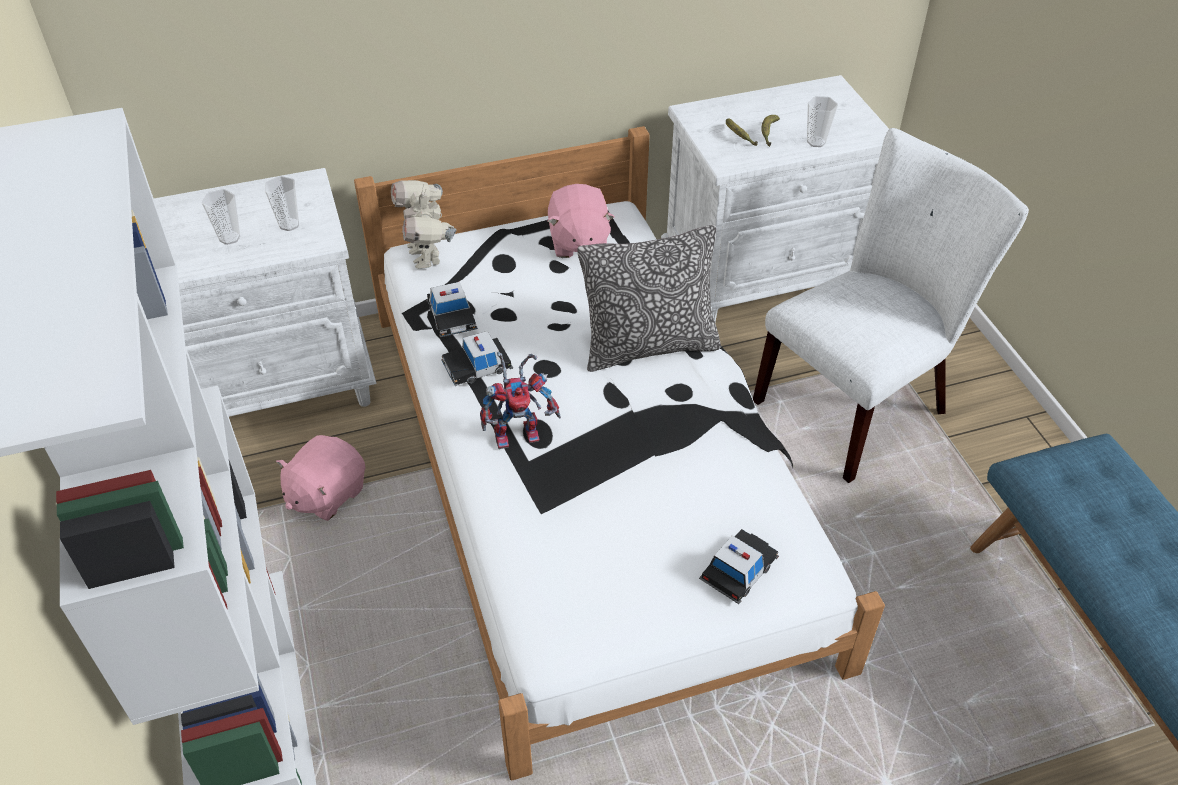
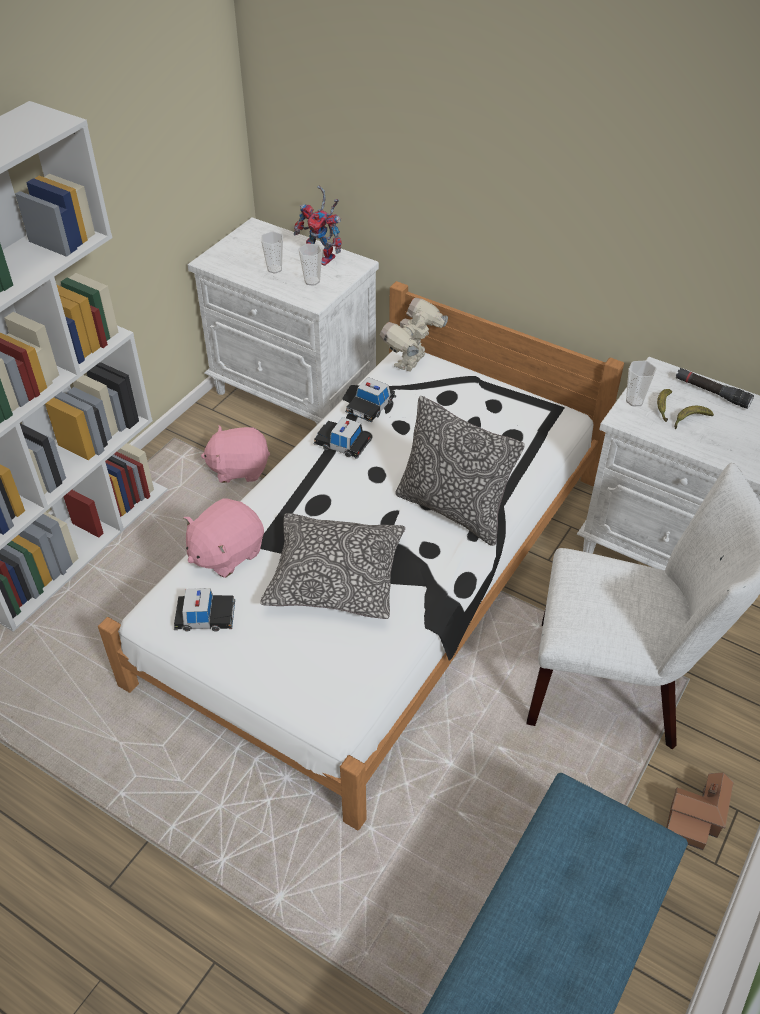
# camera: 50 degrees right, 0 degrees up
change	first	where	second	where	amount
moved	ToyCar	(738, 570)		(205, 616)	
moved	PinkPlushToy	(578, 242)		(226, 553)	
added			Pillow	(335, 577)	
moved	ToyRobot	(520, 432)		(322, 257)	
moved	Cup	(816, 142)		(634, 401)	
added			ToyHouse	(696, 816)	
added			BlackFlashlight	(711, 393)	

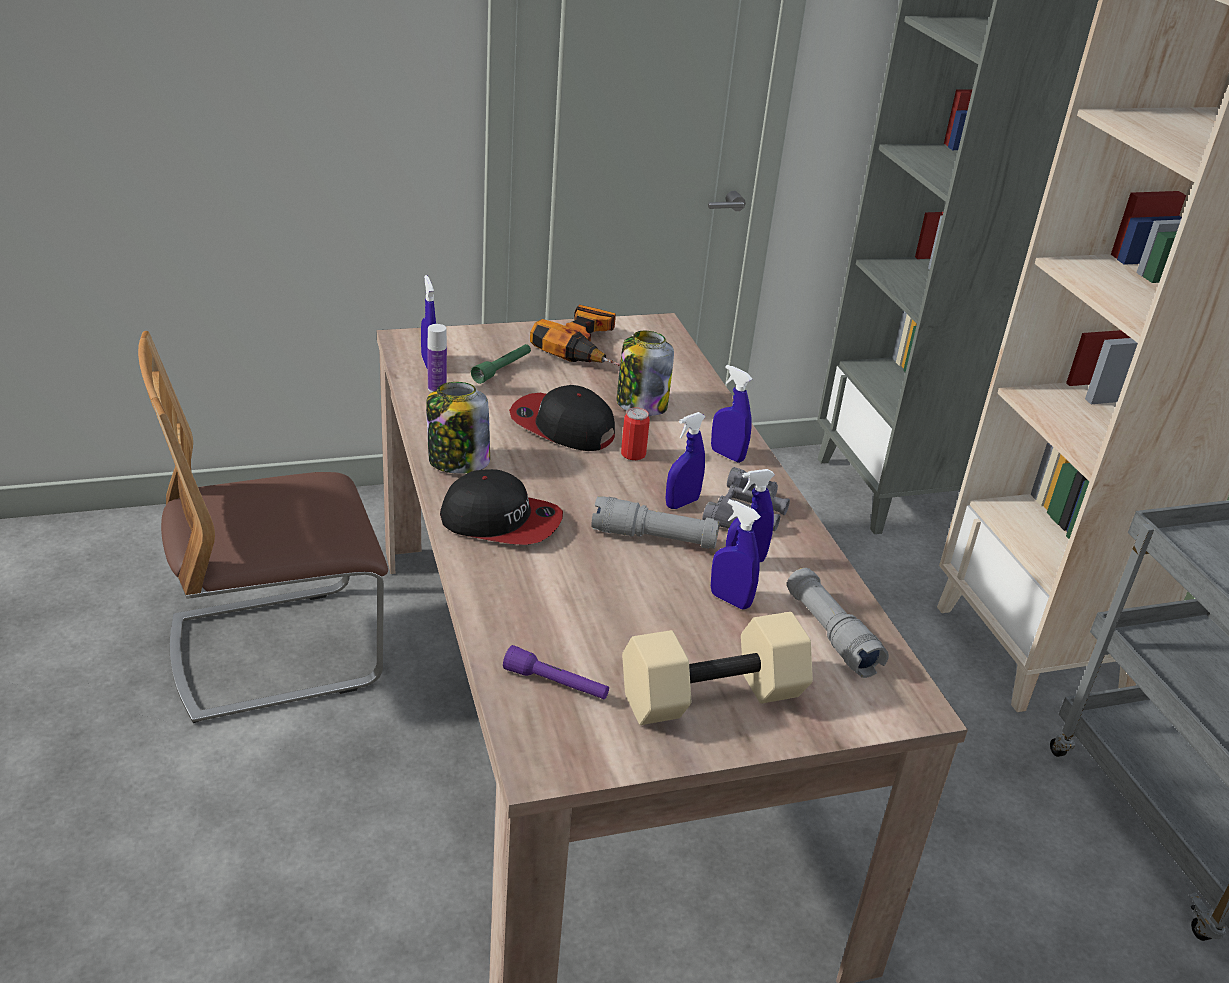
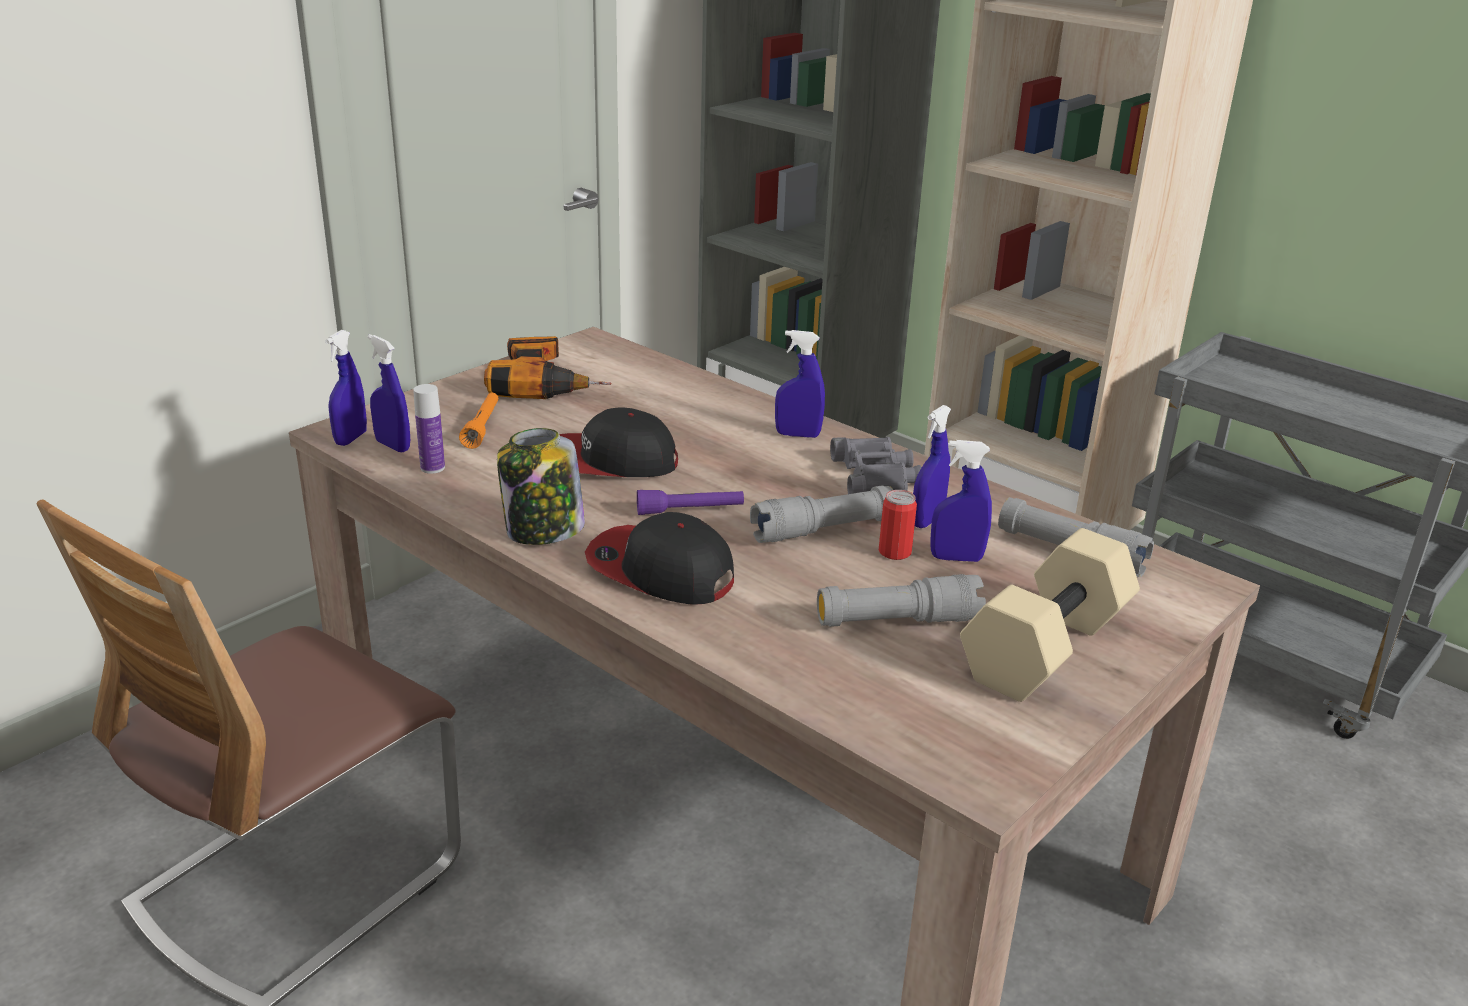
# camera: 30 degrees left, 5 degrees down
change	first	where	second	where	amount
moved	BlueSprayBottle	(682, 503)		(351, 438)	
recoloured	GreenFlashlight	(502, 369)	OrangeFlashlight	(482, 427)	
turned	Cap	(501, 521)		(660, 570)	135 degrees counterclockwise
moved	PurpleFlashlight	(556, 684)		(690, 511)	
added			GreyFlashlight	(898, 621)	
moved	Can	(633, 454)		(895, 552)	
removed	Jar	(641, 404)			

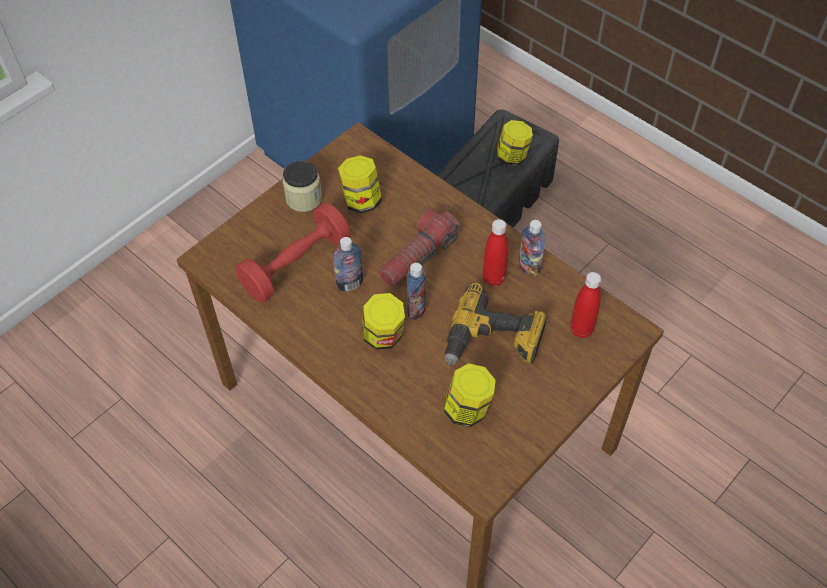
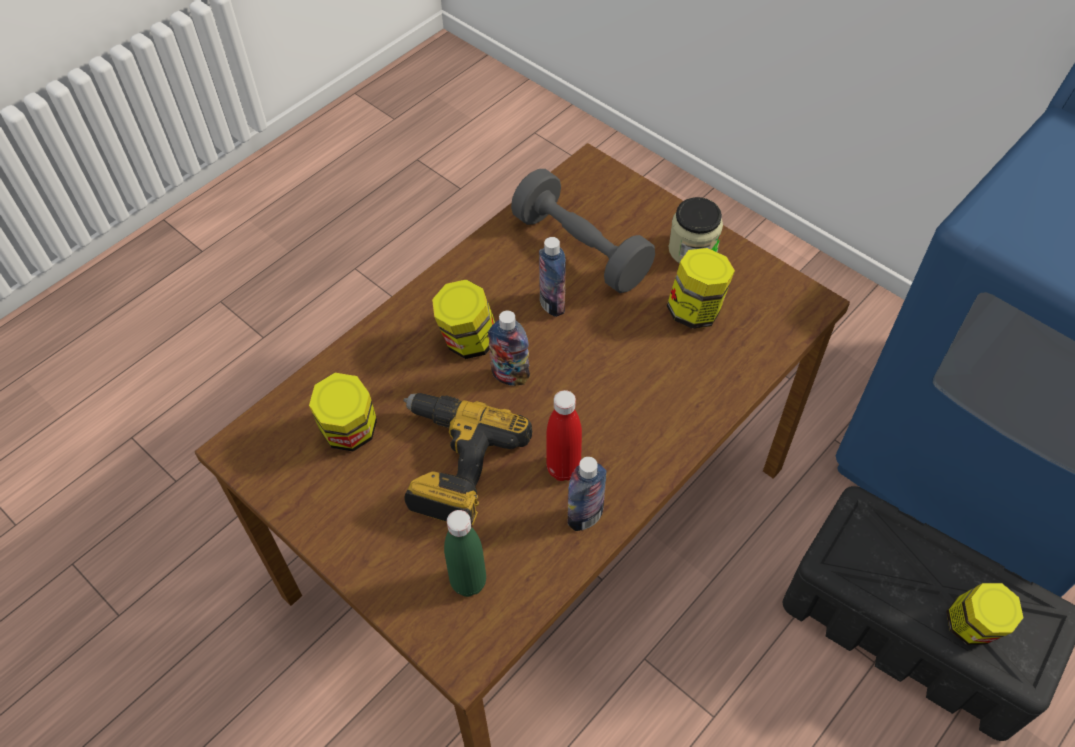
# camera: 90 degrees right, 0 degrees up
change	first	where	second	where	amount
recoloured	RedBottle	(581, 330)	GreenBottle	(468, 582)	
recoloured	RedDumbbell	(296, 265)	GreyDumbbell	(581, 249)	
removed	Flashlight	(418, 256)			

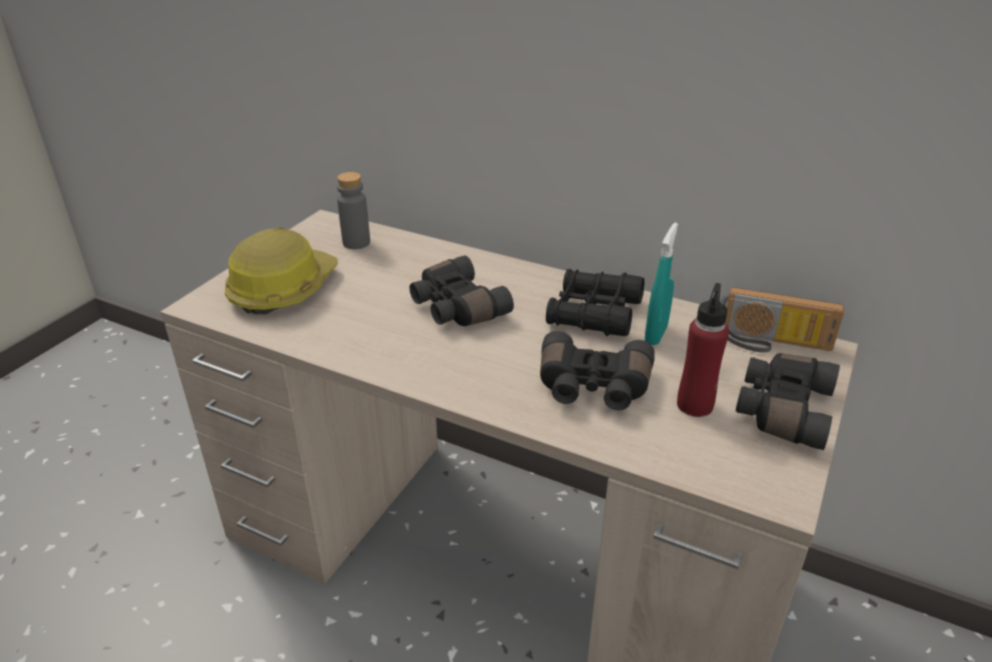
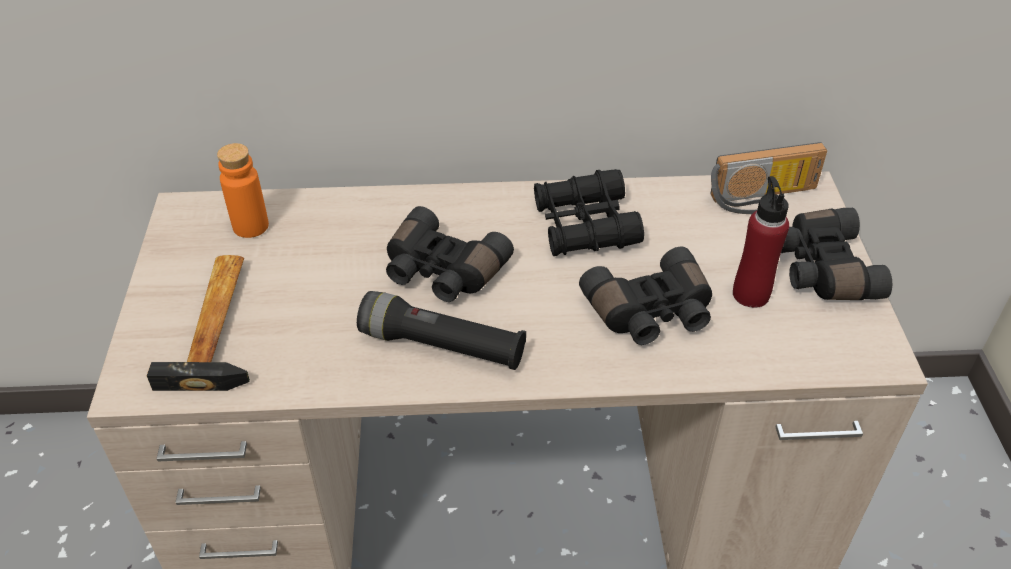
# camera: 30 degrees left, 10 degrees up
change	first	where	second	where	amount
replaced	HardHat	(283, 289)	Hammer	(219, 324)	
recoloured	GreyBottle	(356, 242)	OrangeBottle	(250, 226)	
added			BlackFlashlight	(442, 346)	
removed	TurquoiseSprayBottle	(656, 334)			

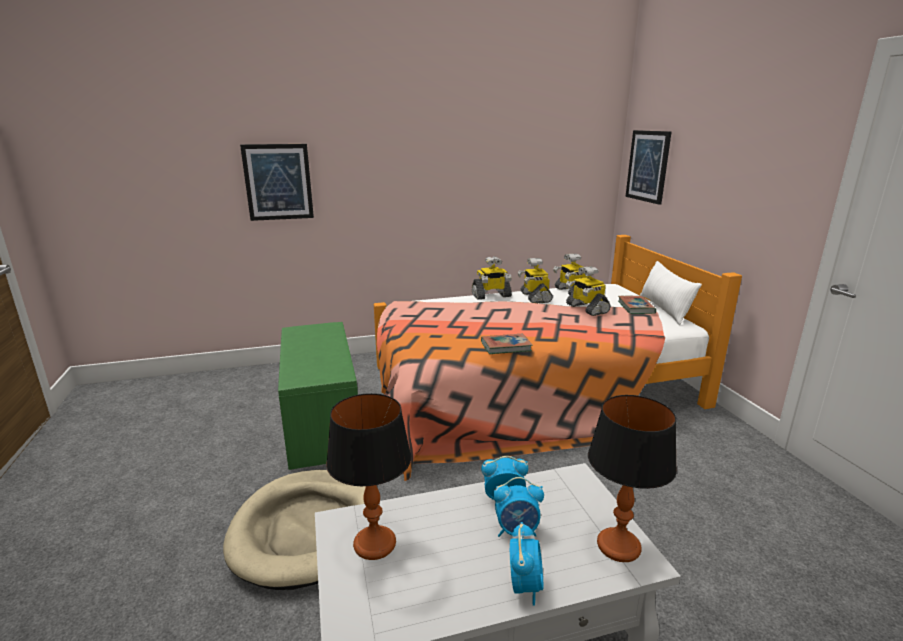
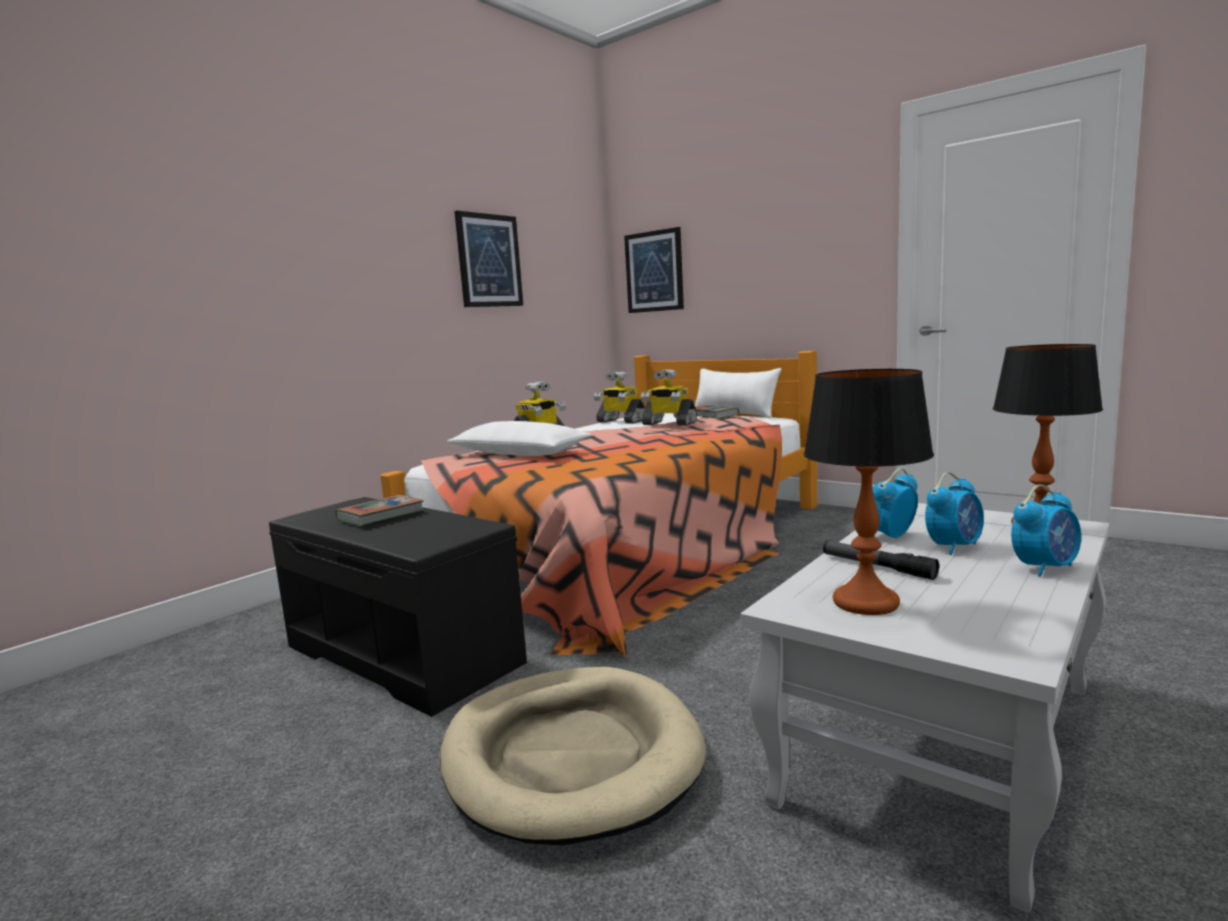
# camera: 35 degrees left, 10 degrees down
change	first	where	second	where	amount
recoloured	GreenBench	(323, 423)	BlackBench	(405, 654)	
moved	Book	(506, 347)		(381, 516)	
added			WhitePillow	(519, 453)	
moved	Picture	(278, 182)		(489, 261)	
added			Flashlight	(877, 567)	
turned	AlarmClock	(525, 586)		(1045, 568)	90 degrees clockwise
removed	ToyRobot	(534, 297)			

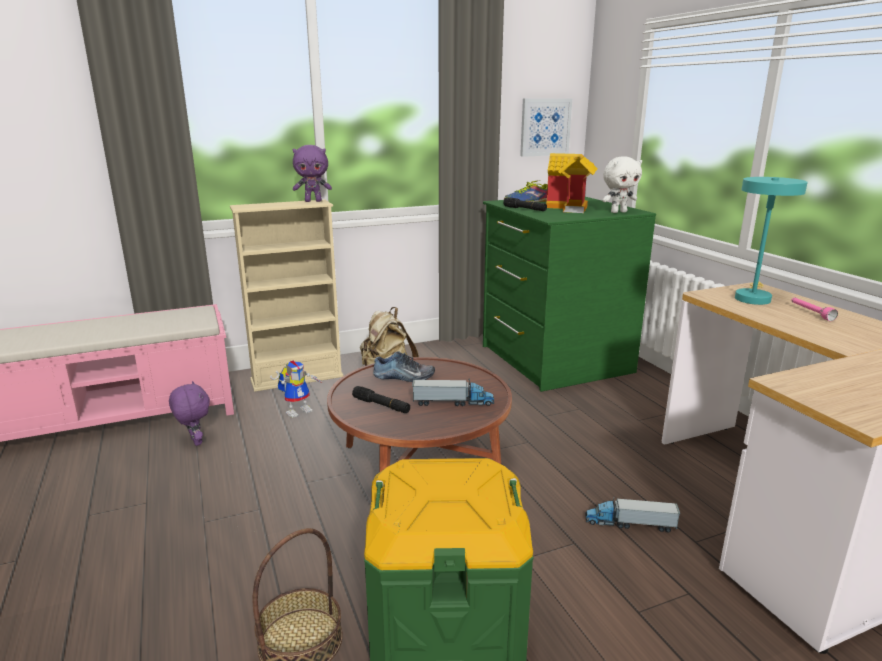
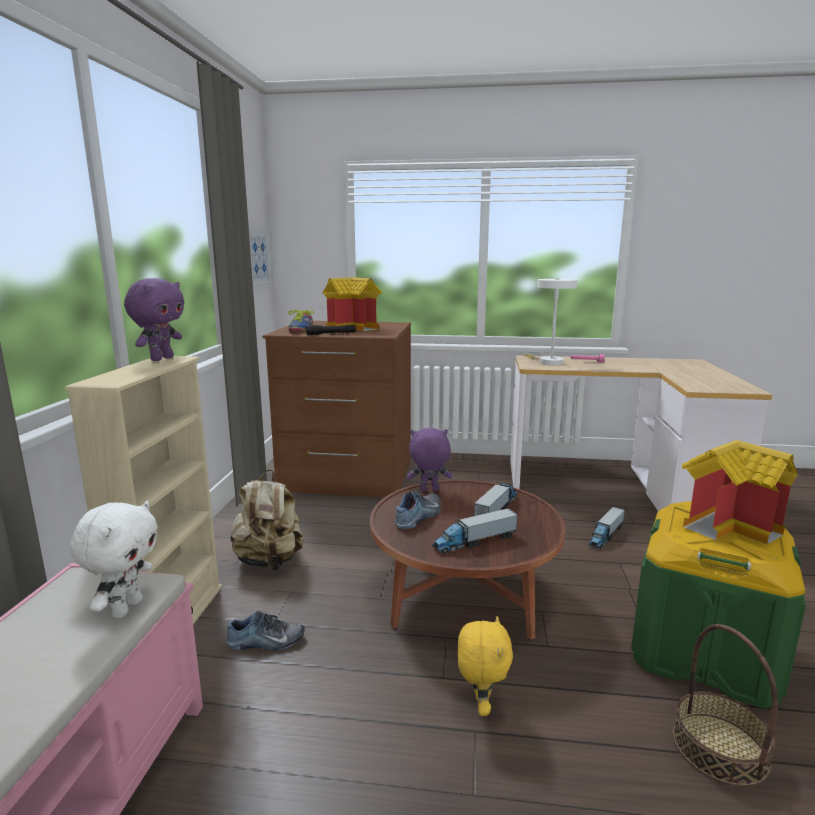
# camera: 60 degrees left, 5 degrees down
change	first	where	second	where	amount
moved	WhitePlushToy	(618, 212)		(126, 608)	
replaced	ToyRobot	(299, 410)	Shoe	(266, 642)	
recoloured	GreenDresser	(553, 359)	BrownDresser	(347, 476)	
moved	PurplePlushToy	(195, 442)		(429, 490)	
replaced	BlackFlashlight	(381, 405)	ToyTruck	(475, 541)	
added			YellowPlushToy	(481, 705)	
recoloured	TurquoiseTableLamp	(752, 297)	WhiteTableLamp	(547, 362)	
added			ToyHouse	(731, 526)	

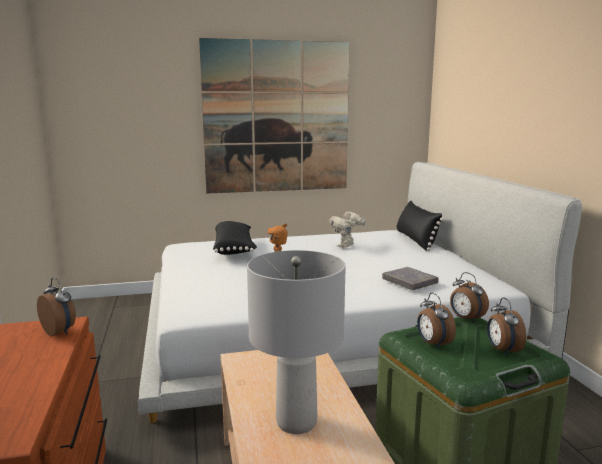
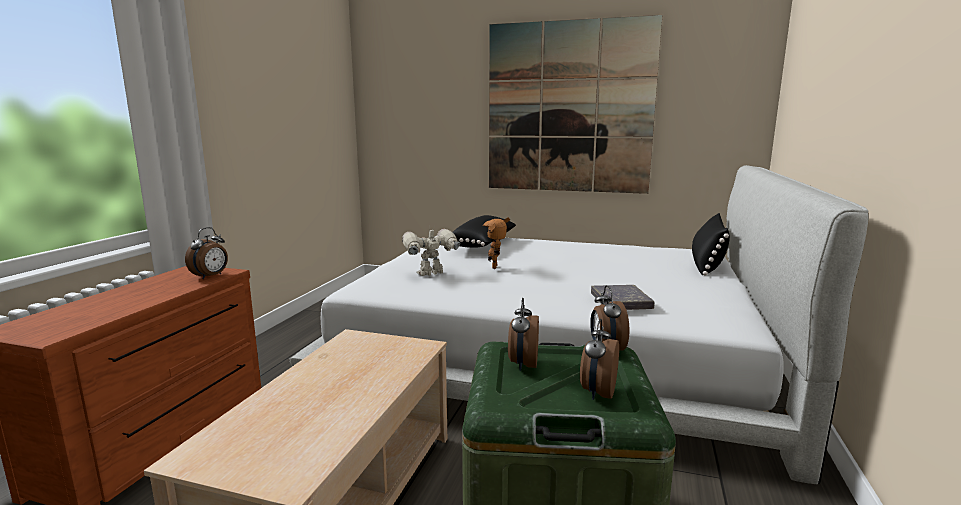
# camera: 30 degrees right, 0 degrees up
change	first	where	second	where	amount
turned	AlarmClock	(60, 332)		(211, 276)	45 degrees clockwise
moved	ToyRobot	(346, 246)		(431, 274)	
removed	GreyTableLamp	(295, 422)			

